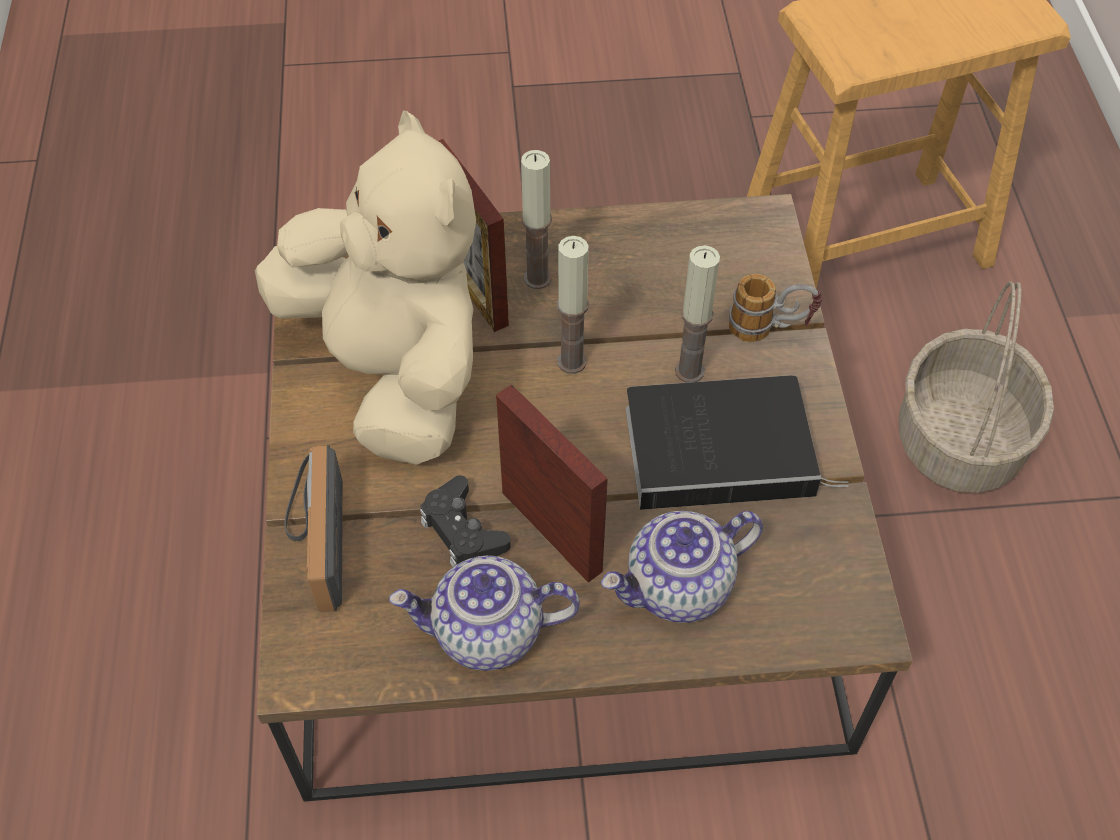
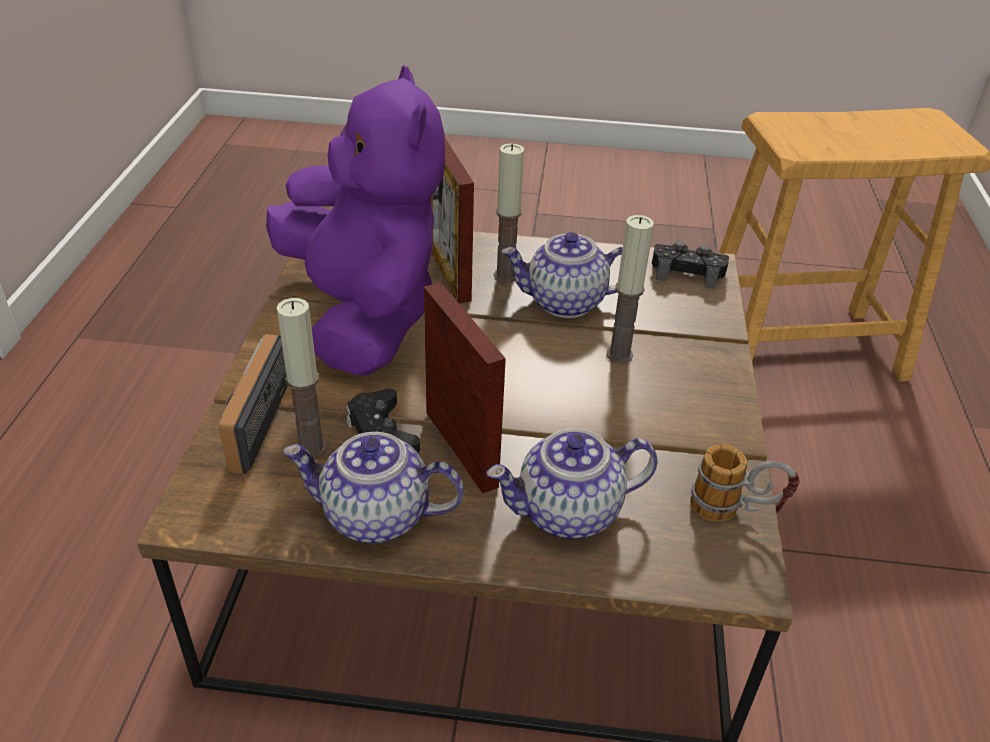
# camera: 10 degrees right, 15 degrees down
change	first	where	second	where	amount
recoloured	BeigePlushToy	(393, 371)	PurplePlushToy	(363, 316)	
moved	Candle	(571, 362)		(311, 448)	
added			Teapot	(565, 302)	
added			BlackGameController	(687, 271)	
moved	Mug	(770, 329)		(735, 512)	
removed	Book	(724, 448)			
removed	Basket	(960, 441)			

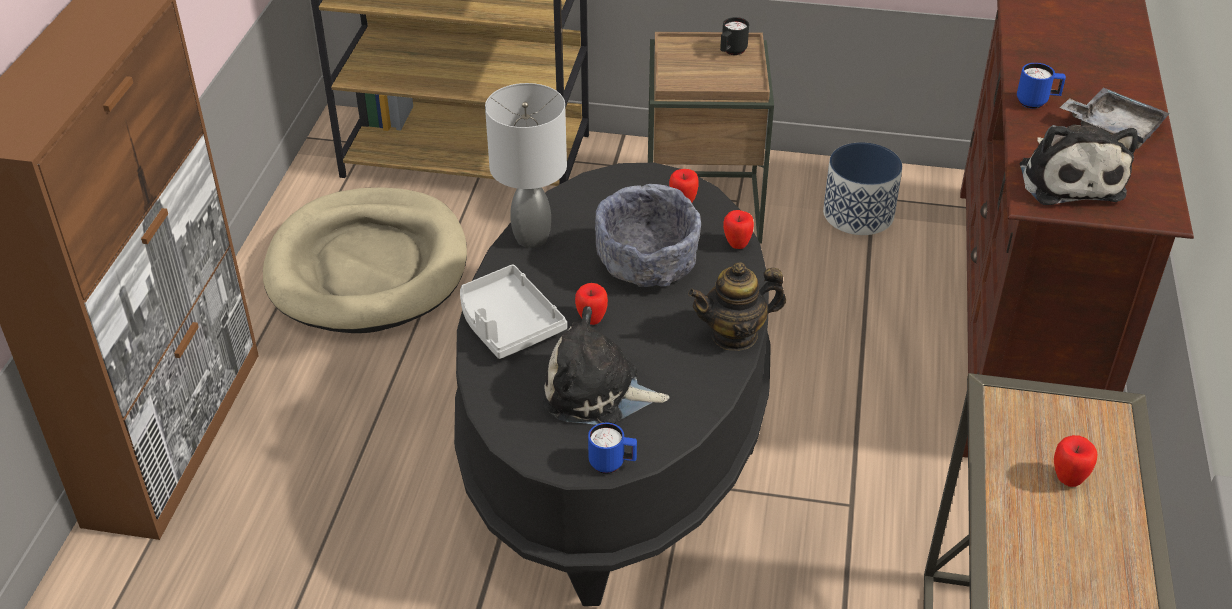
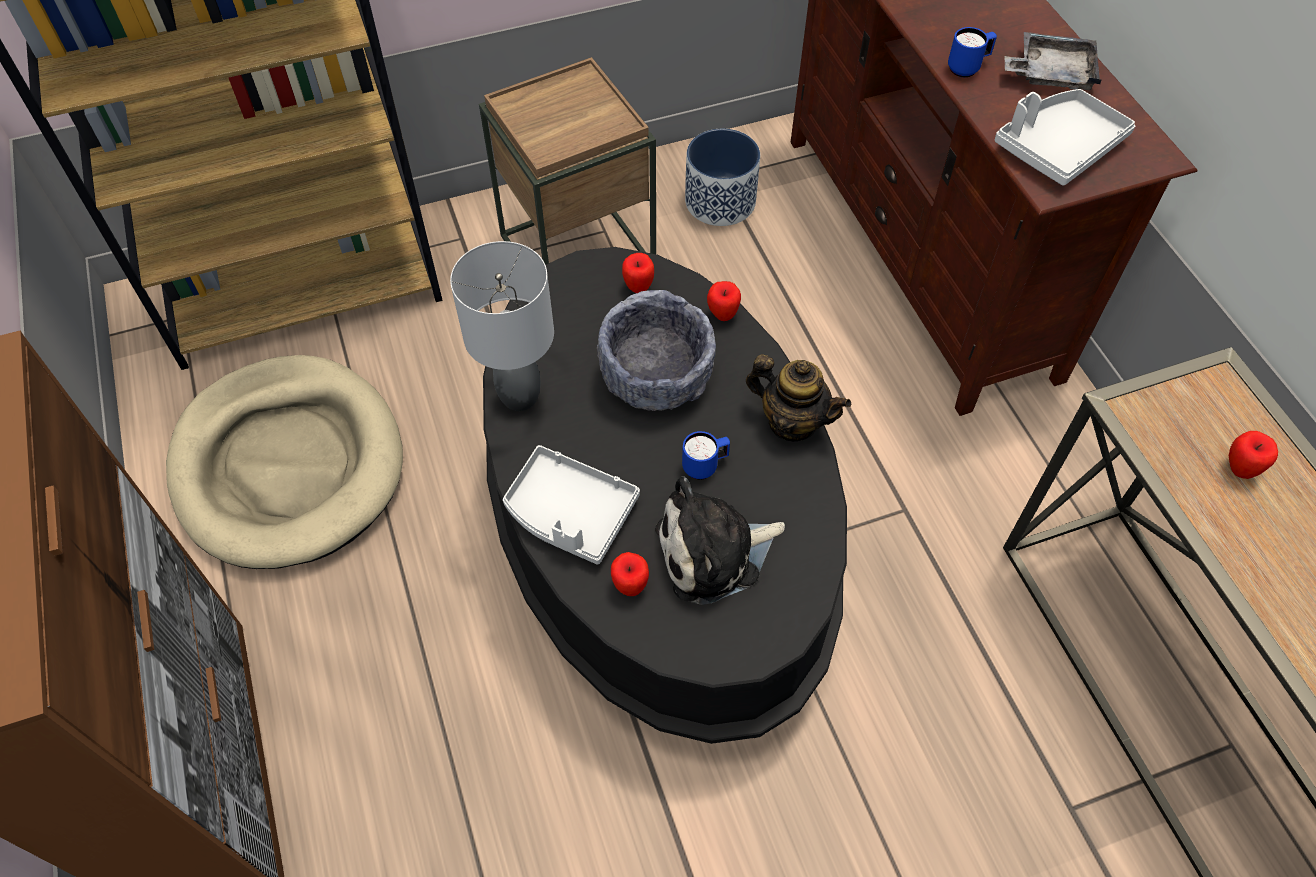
# camera: 30 degrees left, 15 degrees up
change	first	where	second	where	amount
moved	Apple	(591, 319)		(630, 586)	
moved	BlueMug	(612, 464)		(705, 466)	
turned	Teapot	(734, 335)		(792, 422)	105 degrees counterclockwise
replaced	PlushToy	(1069, 178)	GreyTray	(1058, 147)	
removed	BlackMug	(731, 52)			

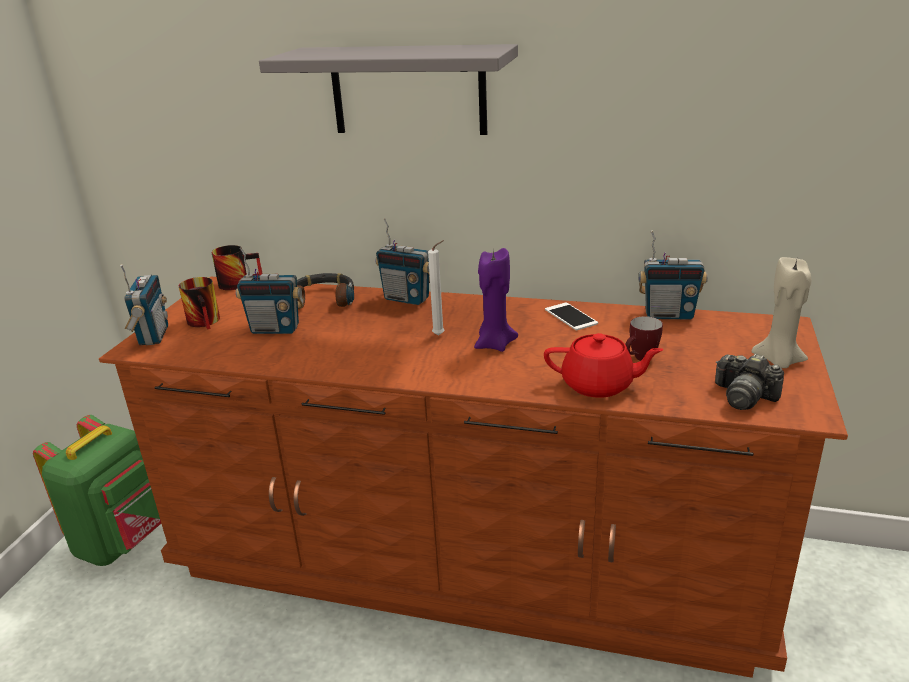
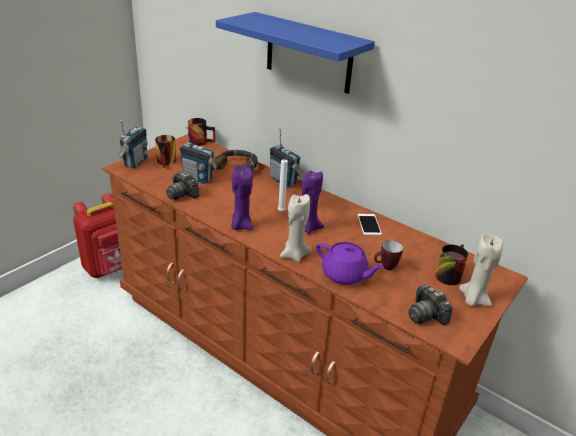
# camera: 20 degrees right, 5 degrees up
change	first	where	second	where	amount
recoloured	GreenBackpack	(123, 542)	RedBackpack	(110, 268)	
added			PhotoCamera	(182, 194)	
recoloured	GreyShelf	(408, 90)	BlueShelf	(308, 53)	
added			PurpleCandle	(241, 226)	
added			BeigeCandle	(294, 255)	
recoloured	RedTeapot	(599, 385)	PurpleTeapot	(345, 275)	
added			Mug	(447, 273)	
removed	Radio	(668, 315)			

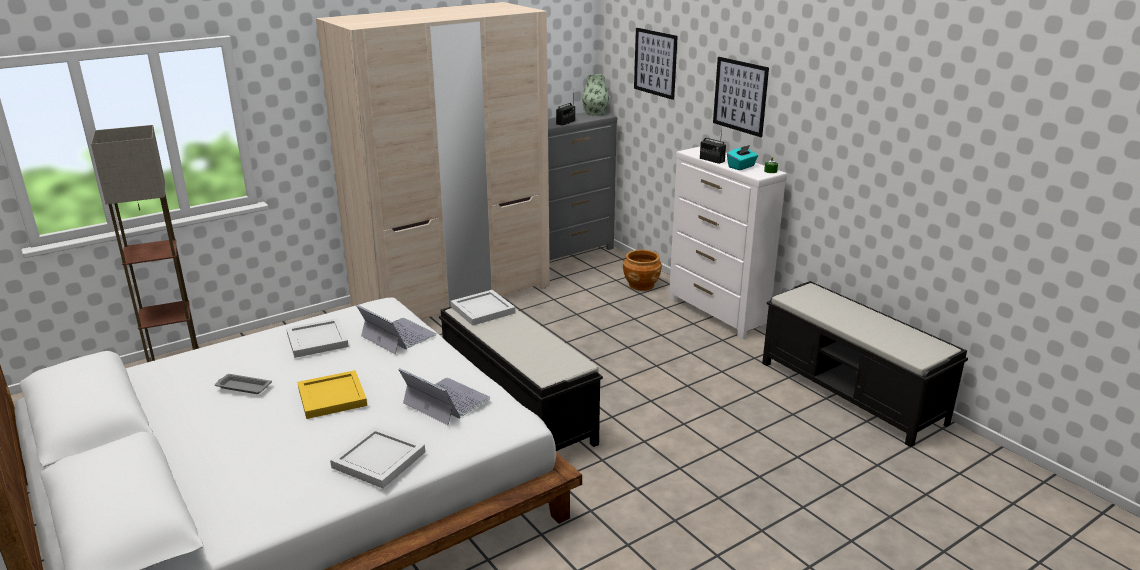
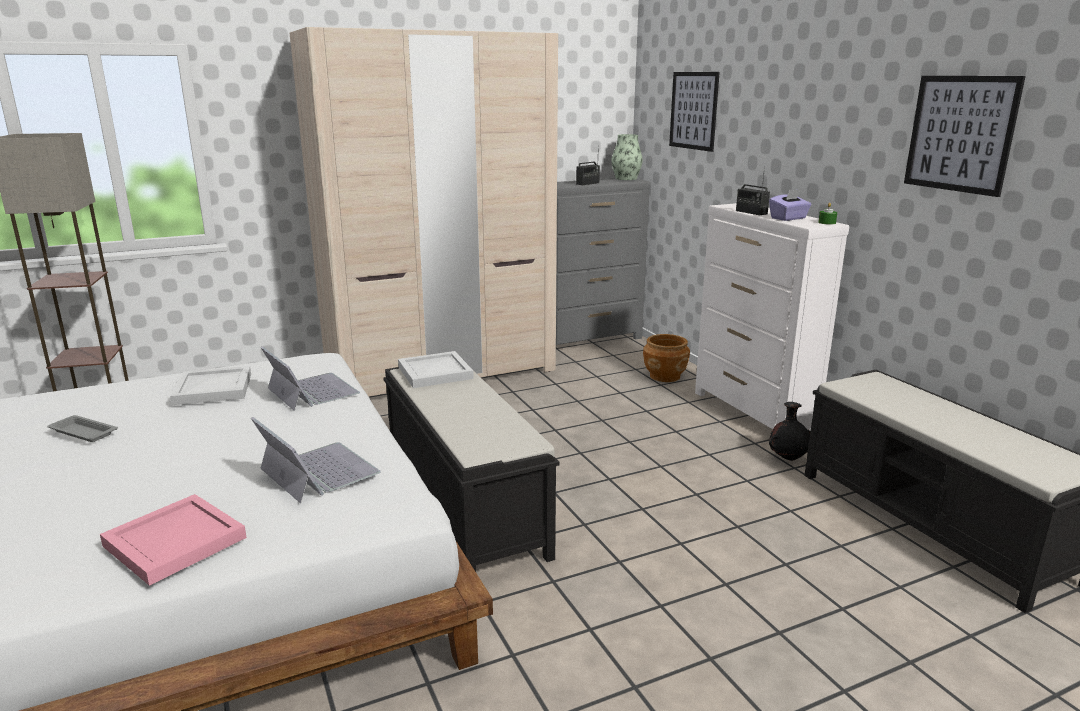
# camera: 10 degrees right, 5 degrees down
change	first	where	second	where	amount
recoloured	WhiteTray	(380, 459)	PinkTray	(177, 542)	
recoloured	TurquoiseTissueBox	(741, 167)	PurpleTissueBox	(788, 218)	
added			BlackVase	(788, 458)	
moved	Picture	(740, 96)		(960, 134)	
removed	YellowTray	(331, 398)			

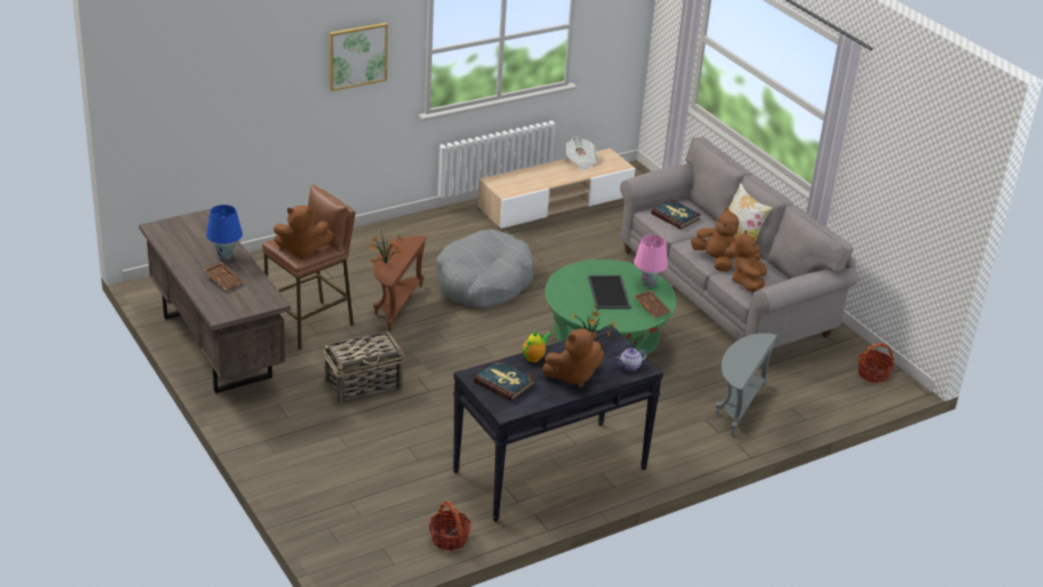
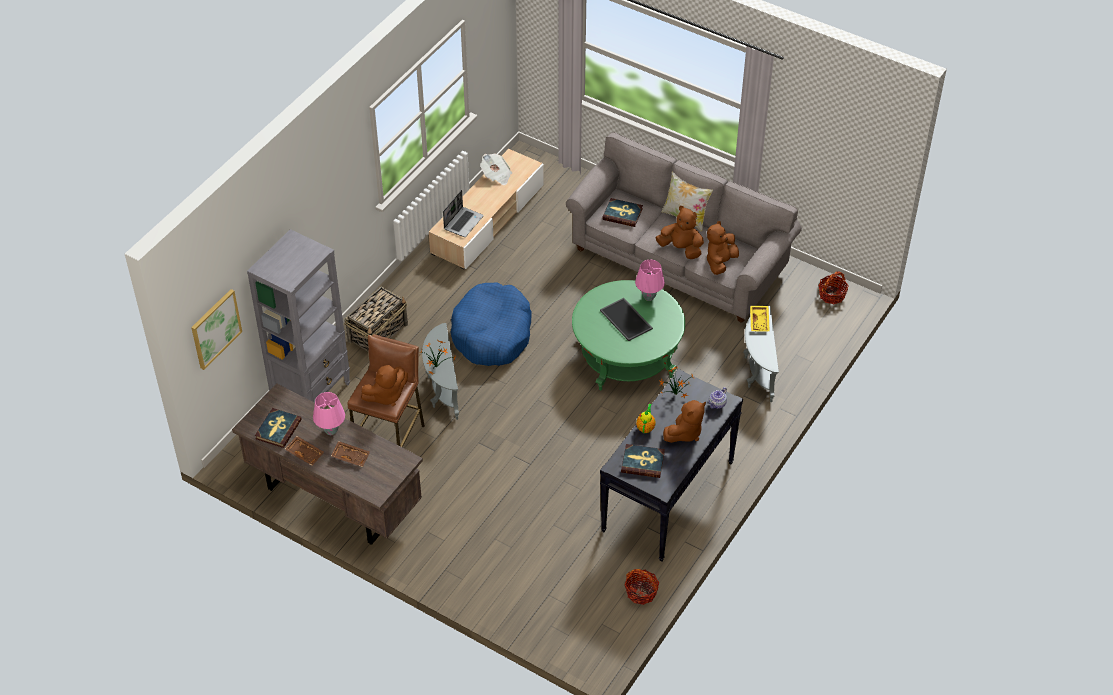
# camera: 25 degrees left, 15 degrees up
change	first	where	second	where	amount
moved	Picture	(357, 56)		(215, 328)	
added			GreyBookcase	(312, 393)	
added			Book	(278, 429)	
moved	BrownTray	(652, 308)		(305, 453)	
recoloured	BlueTableLamp	(225, 257)	PinkTableLamp	(330, 431)	
moved	Basket	(364, 385)		(378, 332)	
recoloured	BrownSideTable	(395, 306)	GreySideTable	(442, 390)	
added			Laptop	(463, 222)	
recoloured	GreyDogBed	(483, 282)	BlueDogBed	(492, 334)	
turned	BrownPlushToy	(748, 283)		(720, 262)	45 degrees clockwise
added			YellowTray	(760, 321)	

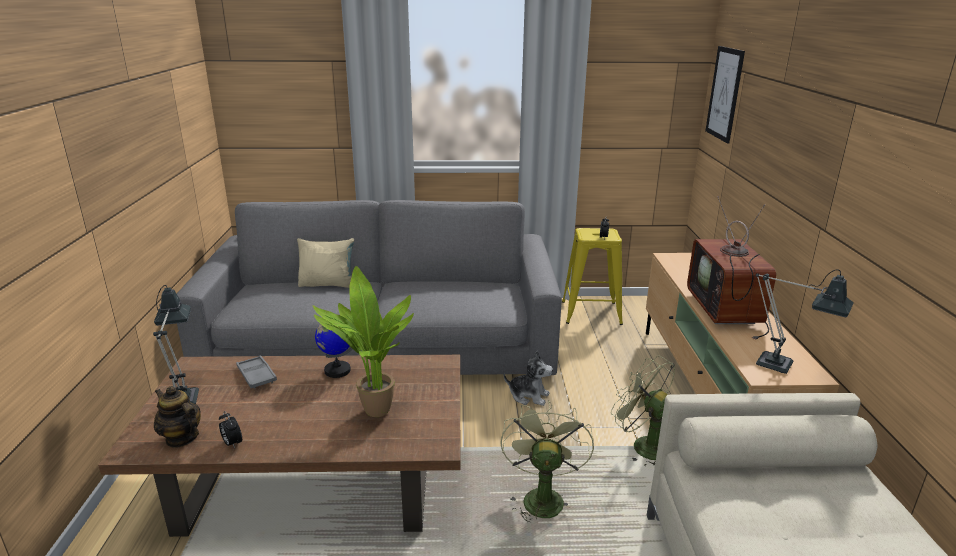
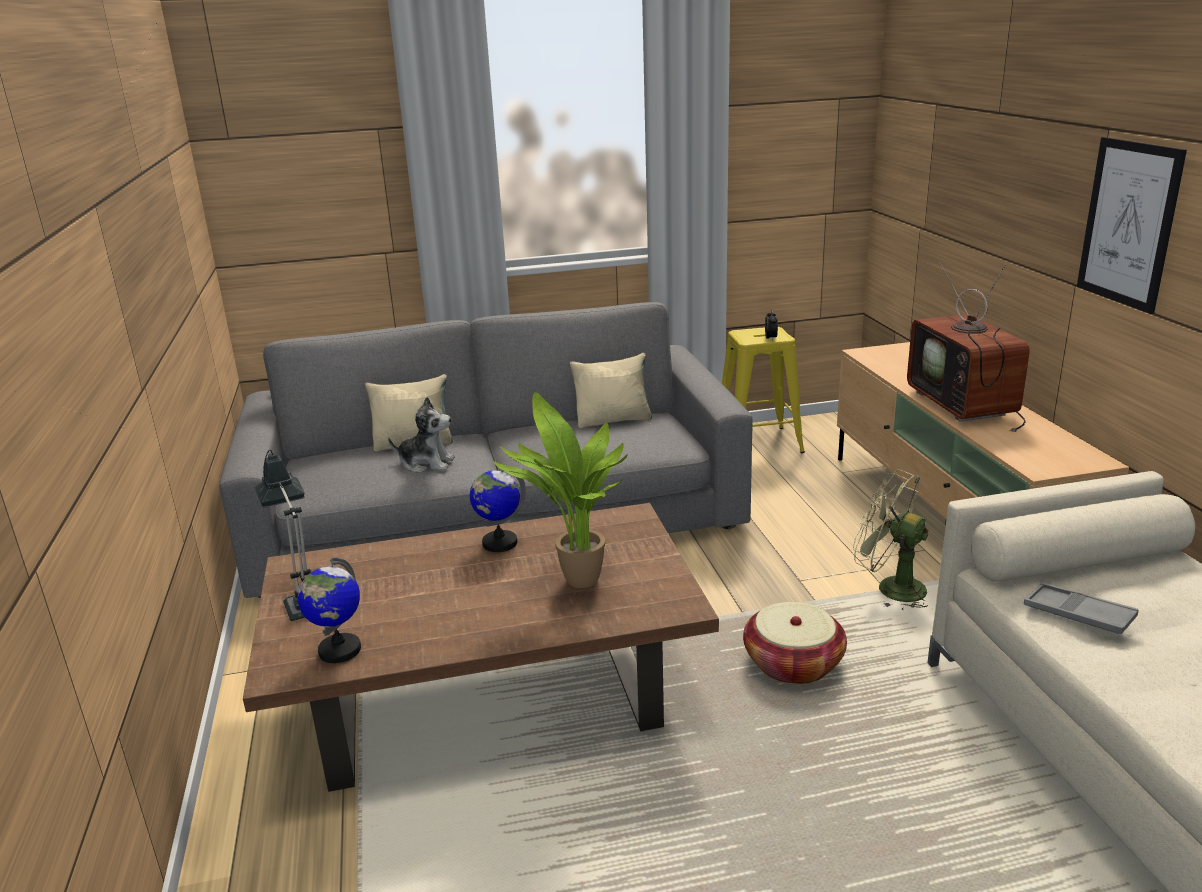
# camera: 10 degrees left, 0 degrees up
change	first	where	second	where	amount
replaced	Teapot	(181, 438)	Globe	(339, 650)	
moved	PlushToy	(529, 396)		(426, 463)	
added			BeigePillow	(613, 420)	
replaced	GreenFan	(541, 496)	Basket	(793, 664)	
moved	GreyTray	(256, 375)		(1078, 614)	
moved	Picture	(724, 93)		(1128, 223)	
removed	AlarmClock	(232, 443)			
removed	TableLamp	(783, 367)			

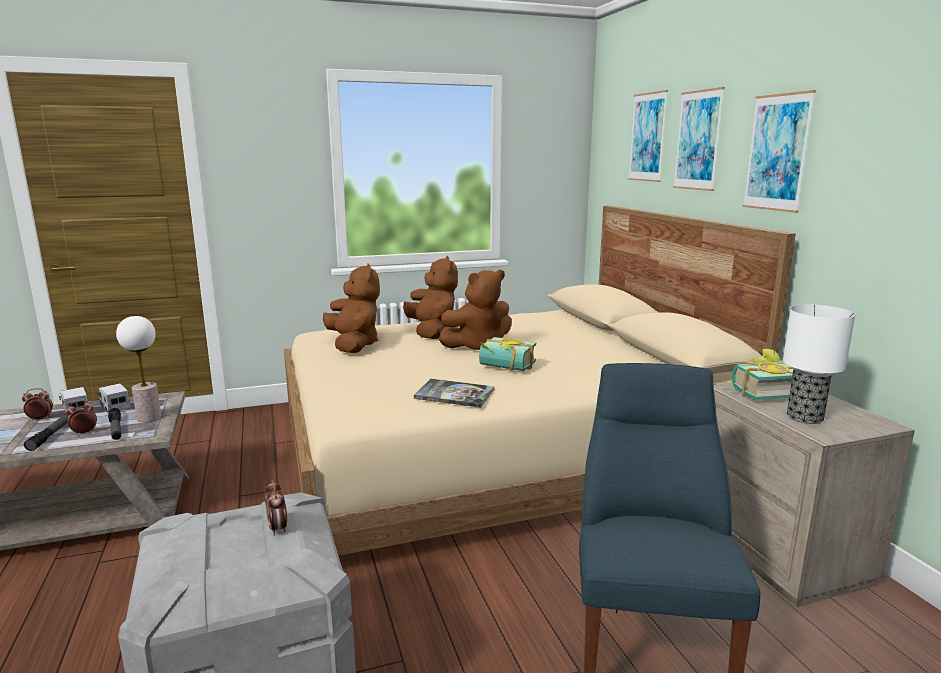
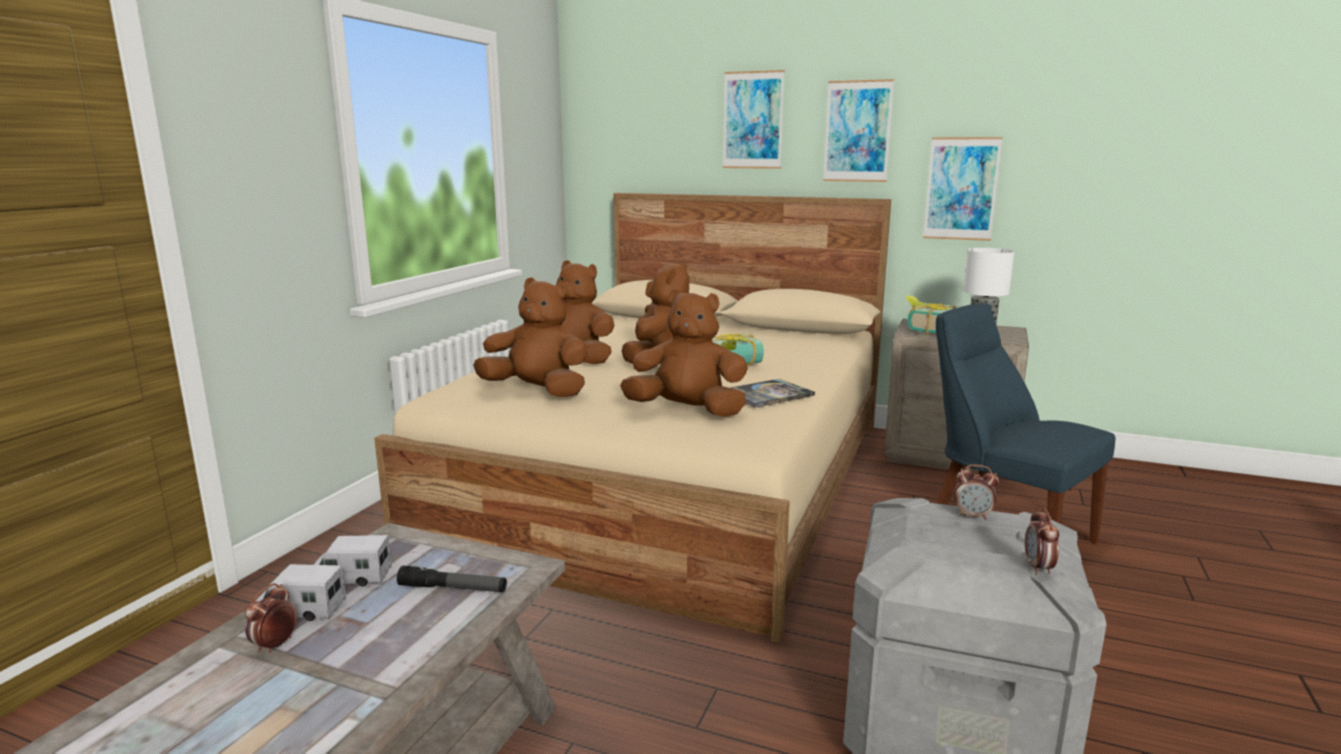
# camera: 50 degrees left, 0 degrees up
change	first	where	second	where	amount
added			BrownPlushToy	(687, 411)	
moved	Picture	(647, 137)		(961, 189)	
moved	AlarmClock	(84, 432)		(1038, 568)	
removed	Flashlight	(50, 436)			
removed	TableLamp	(149, 417)			

